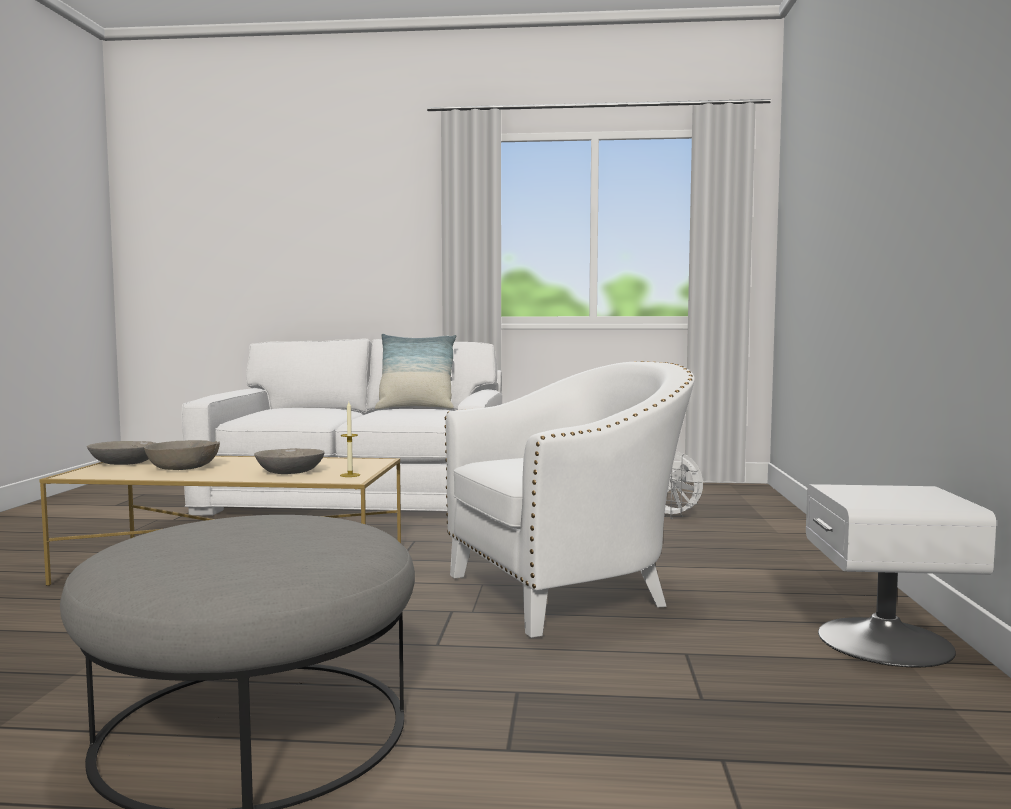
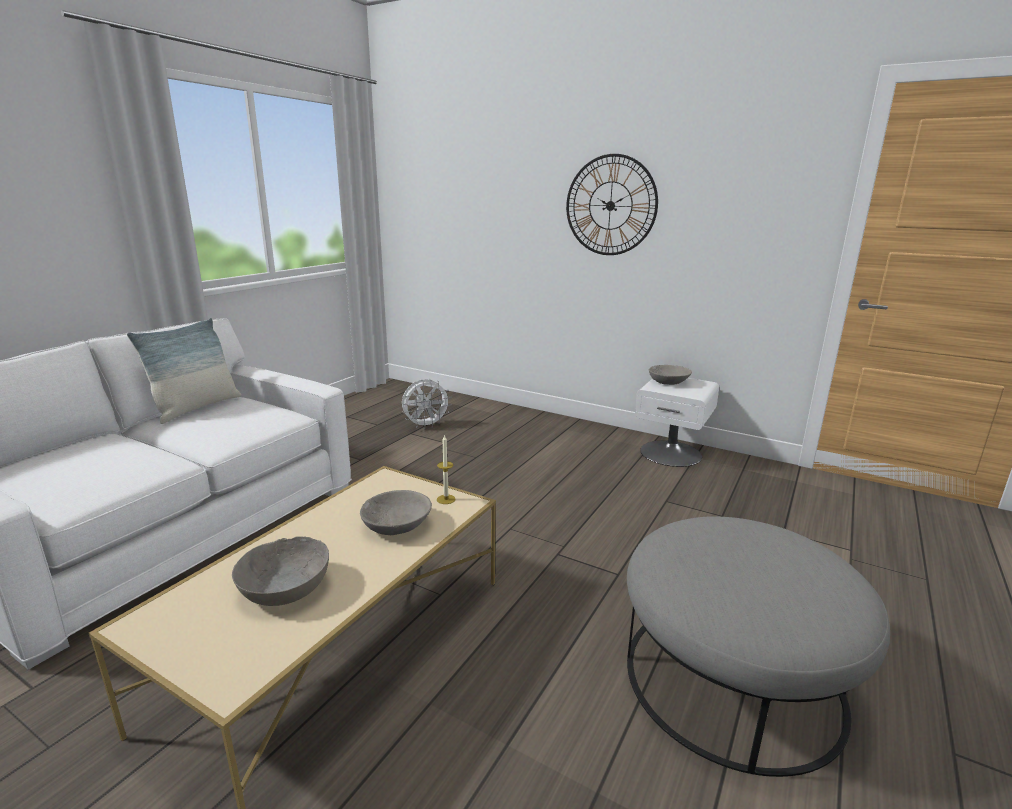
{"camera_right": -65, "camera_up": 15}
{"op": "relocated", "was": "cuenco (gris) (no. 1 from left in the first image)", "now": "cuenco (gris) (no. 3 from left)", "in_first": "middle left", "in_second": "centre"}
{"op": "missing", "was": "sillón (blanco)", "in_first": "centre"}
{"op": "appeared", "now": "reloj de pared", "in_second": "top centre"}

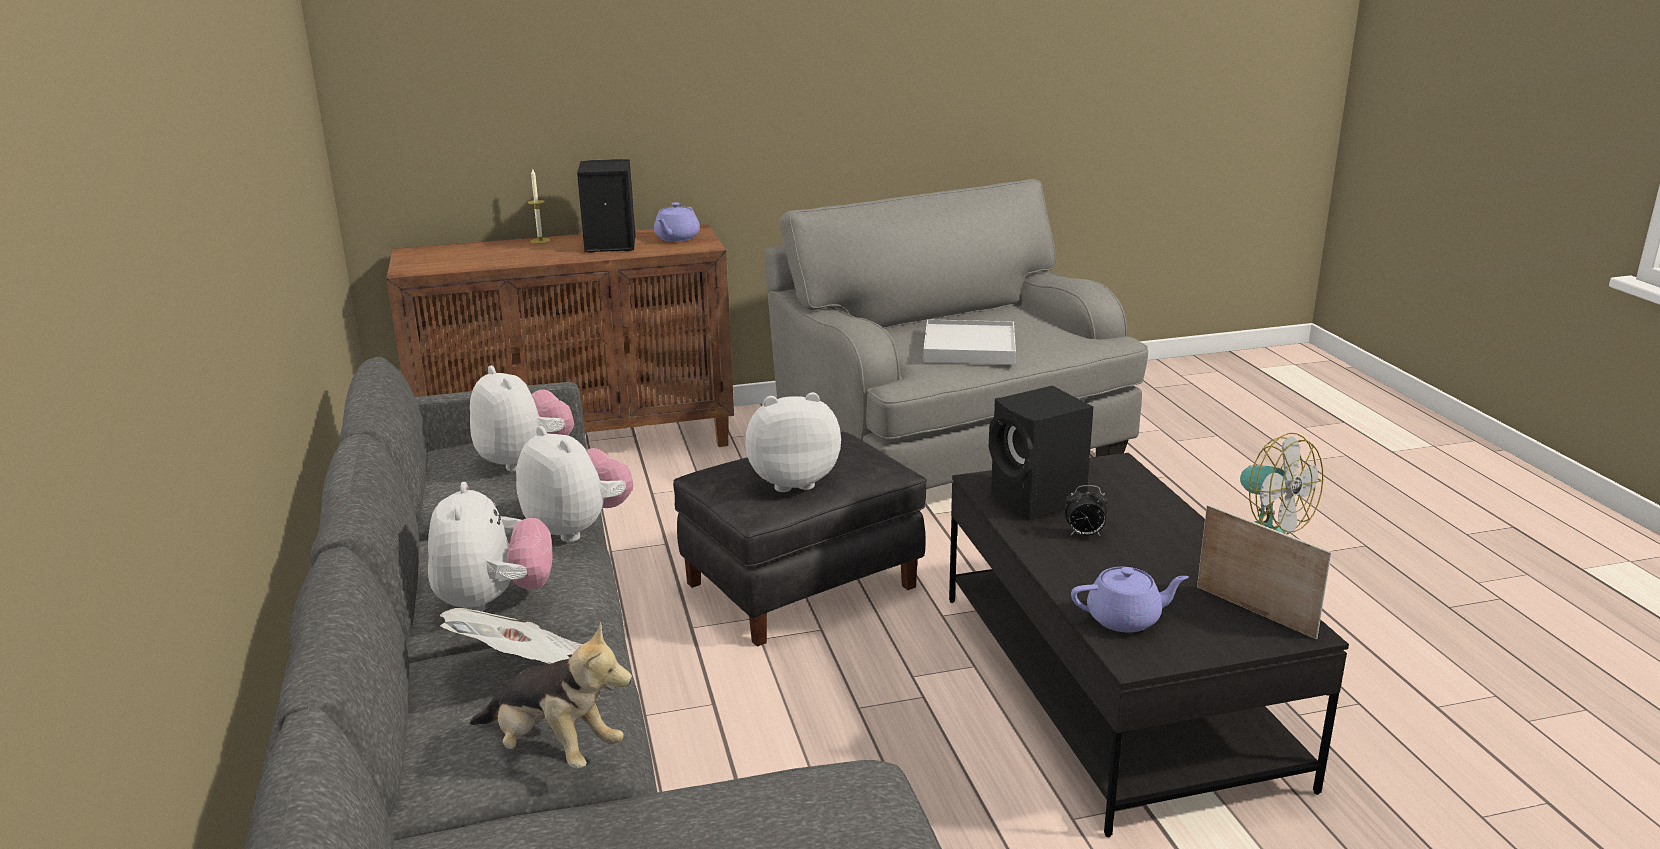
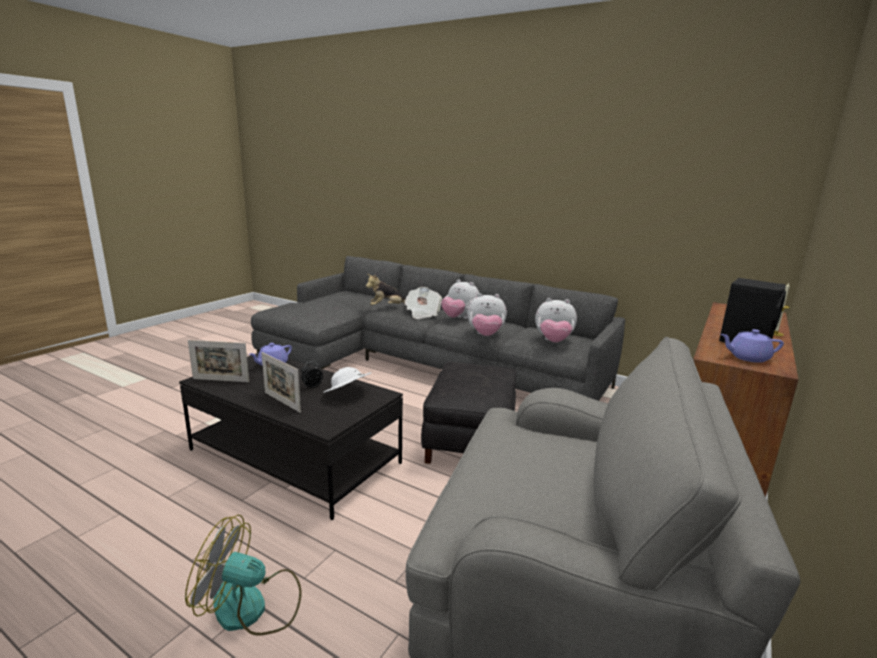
{"camera_right": 135, "camera_up": -5}
{"op": "spun", "was": "tetera (morado) (no. 1 from left in the first image)", "in_first": "top centre", "in_second": "middle right", "clockwise": -60}
{"op": "missing", "was": "peluche (no. 5 from left)", "in_first": "centre"}
{"op": "missing", "was": "bandeja (blanco)", "in_first": "centre"}
{"op": "exchanged", "was": "altavoz (negro) (no. 2 from left)", "now": "sombrero (blanco)", "in_first": "centre", "in_second": "centre"}
{"op": "appeared", "now": "portarretratos (no. 2 from left)", "in_second": "middle left"}

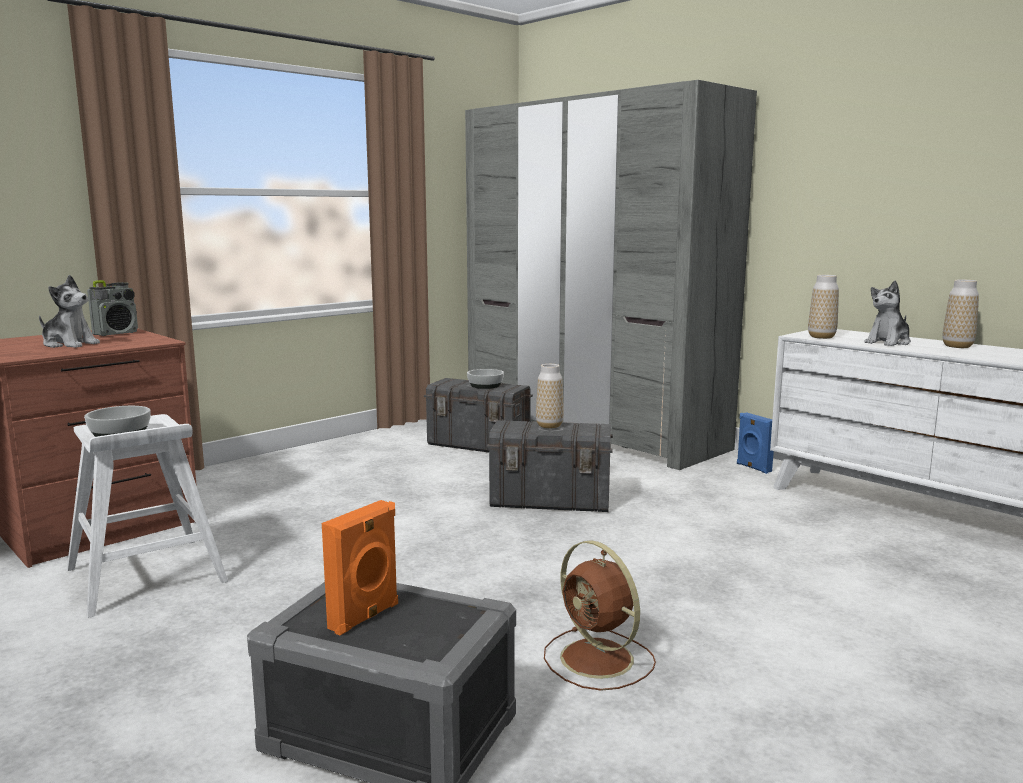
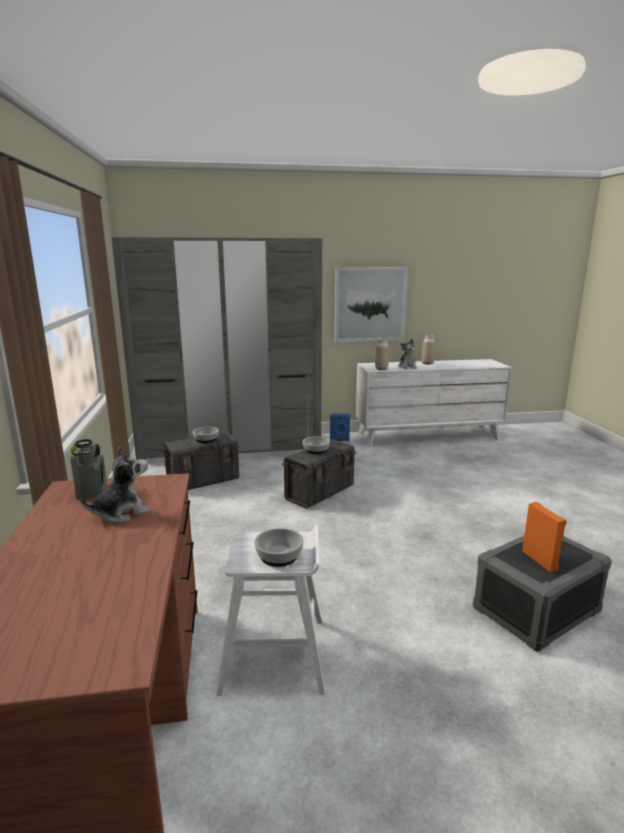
{"camera_right": -55, "camera_up": 5}
{"op": "exchanged", "was": "florero (no. 1 from left)", "now": "cuenco (no. 3 from left)", "in_first": "centre", "in_second": "centre"}
{"op": "missing", "was": "ventilador (marrón)", "in_first": "bottom centre"}
{"op": "appeared", "now": "cuadro", "in_second": "centre"}

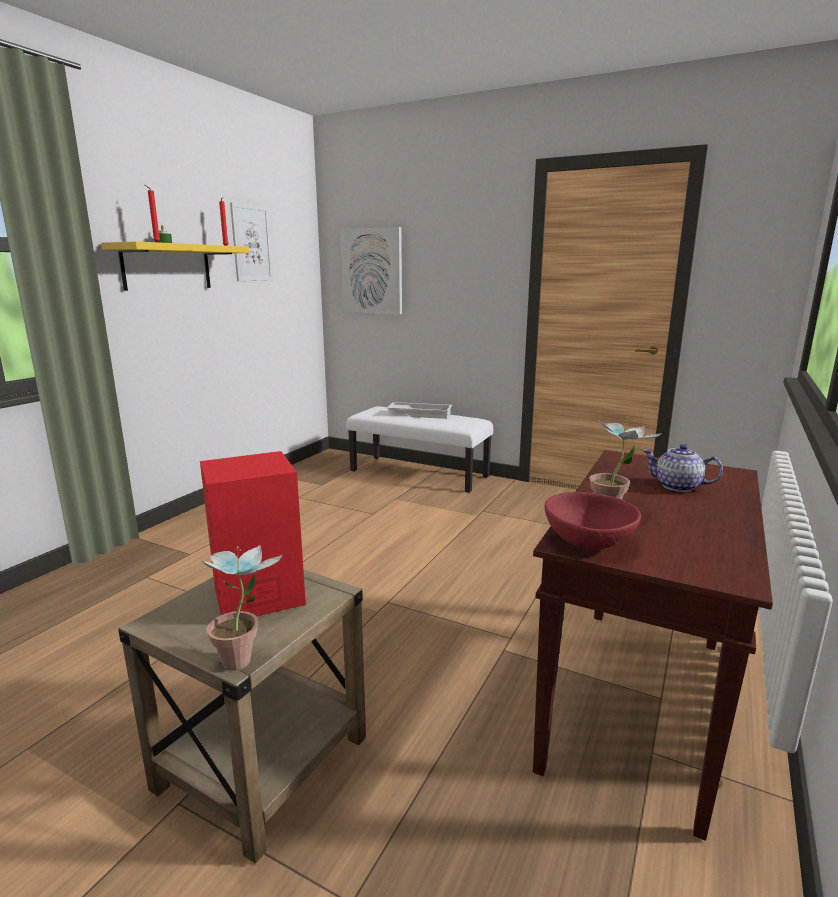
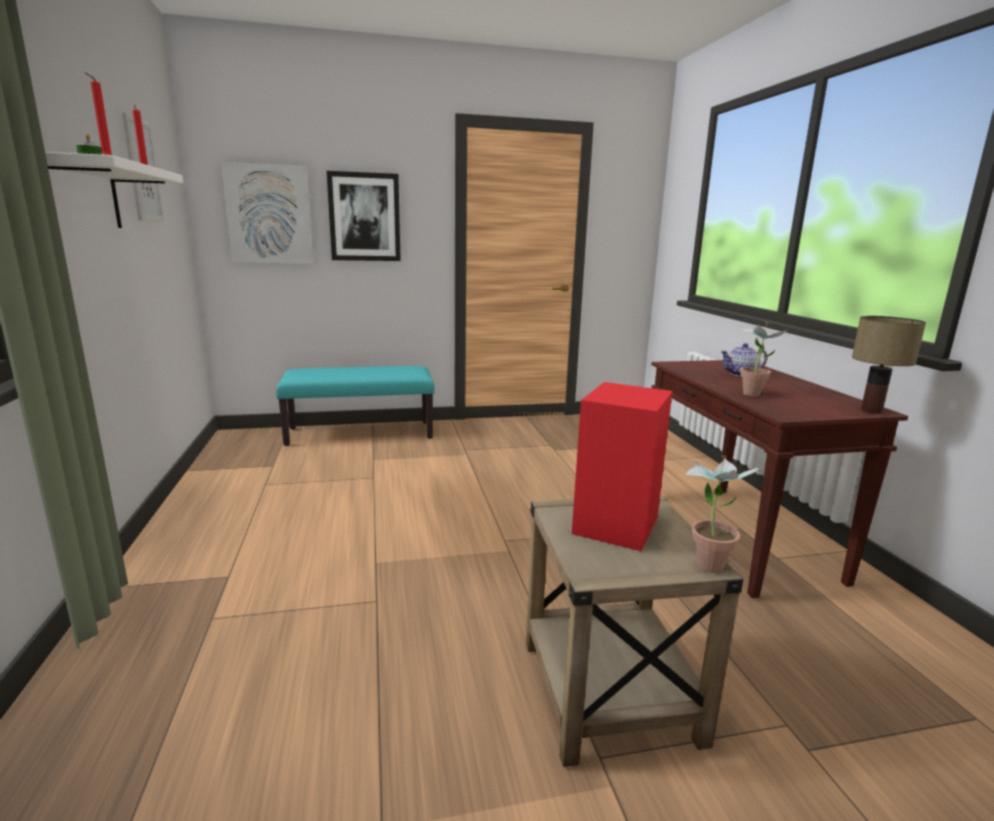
{"camera_right": -40, "camera_up": 0}
{"op": "colour", "was": "estante (amarillo)", "now": "estante (blanco)", "in_first": "top left", "in_second": "top left"}
{"op": "colour", "was": "banco (blanco)", "now": "banco (turquesa)", "in_first": "centre", "in_second": "centre"}
{"op": "missing", "was": "bandeja (blanco)", "in_first": "centre"}
{"op": "missing", "was": "cuenco (rojo)", "in_first": "middle right"}
{"op": "appeared", "now": "cuadro (no. 3 from left)", "in_second": "top centre"}
{"op": "appeared", "now": "lámpara de mesa", "in_second": "middle right"}

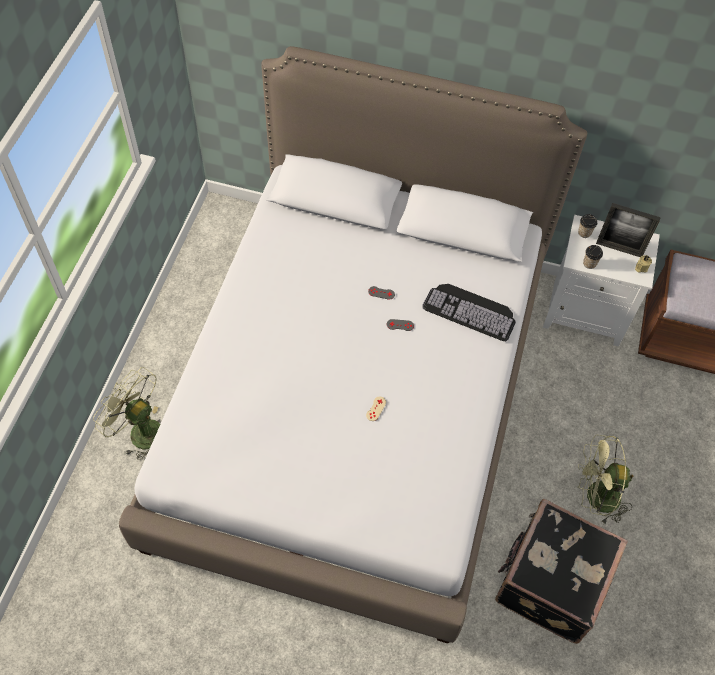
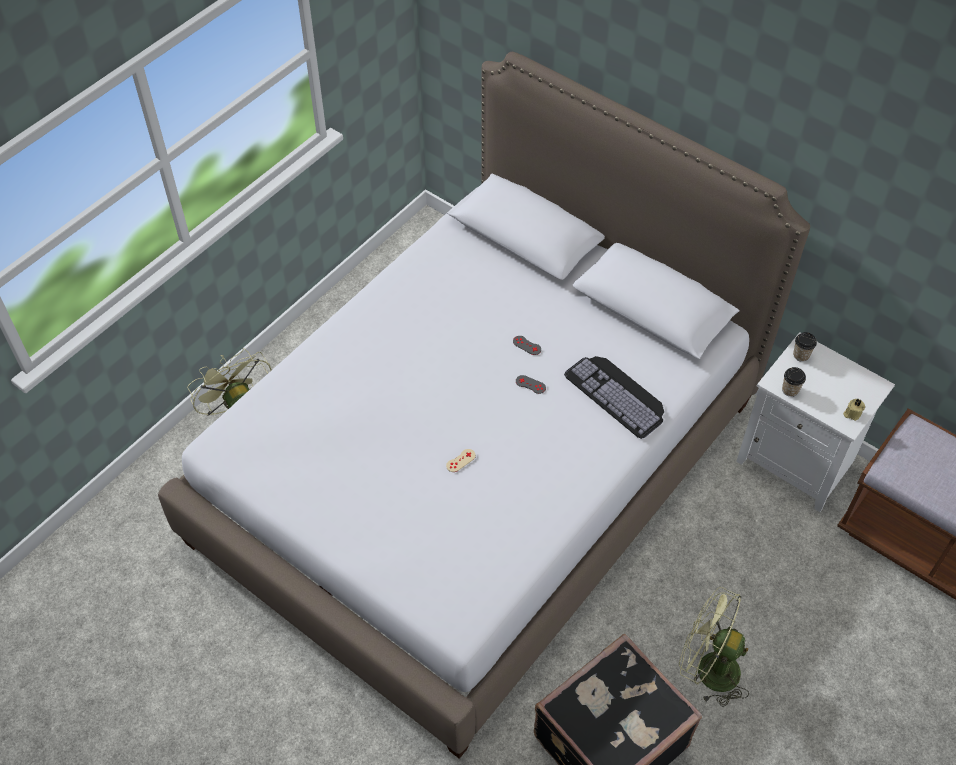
{"camera_right": 25, "camera_up": -5}
{"op": "missing", "was": "portarretratos", "in_first": "middle right"}

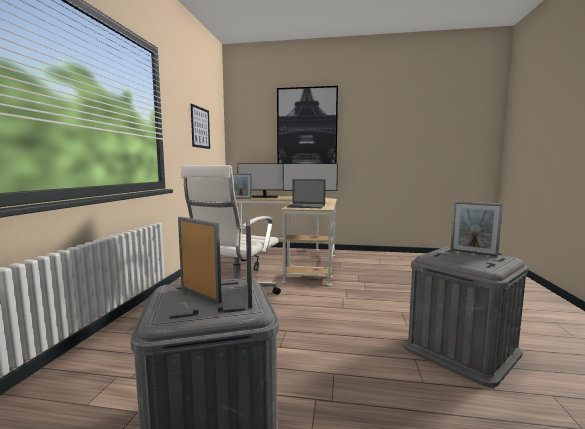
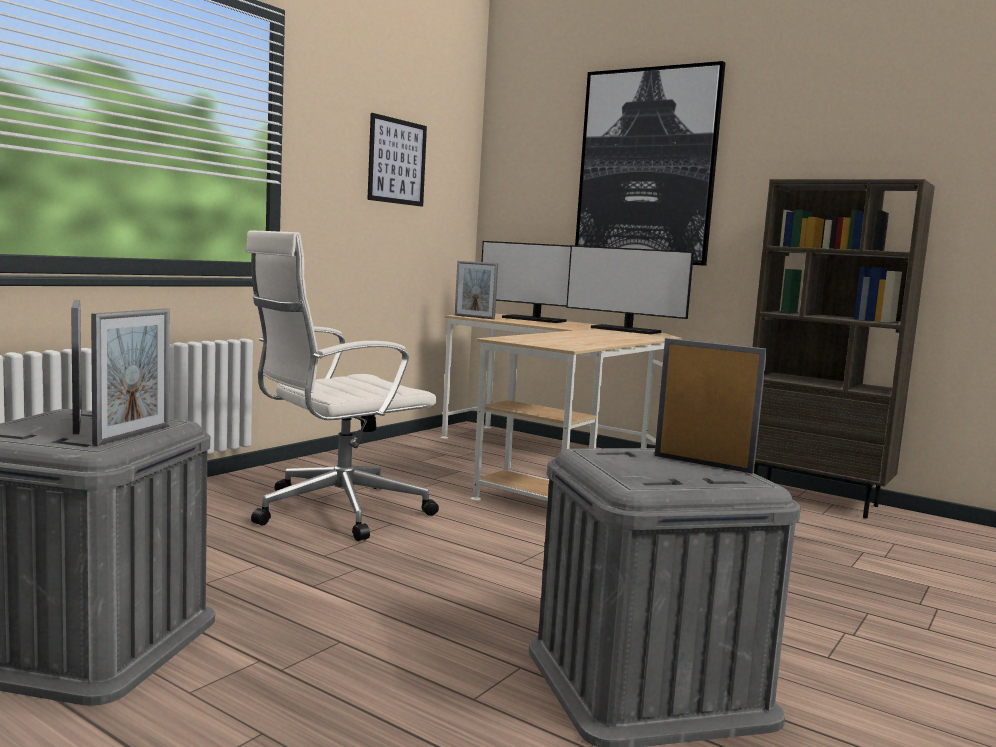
{"camera_right": 25, "camera_up": 0}
{"op": "missing", "was": "portátil", "in_first": "centre"}
{"op": "spun", "was": "portarretratos (no. 4 from left)", "in_first": "middle right", "in_second": "middle right", "clockwise": 150}
{"op": "appeared", "now": "estantería (marrón)", "in_second": "middle right"}

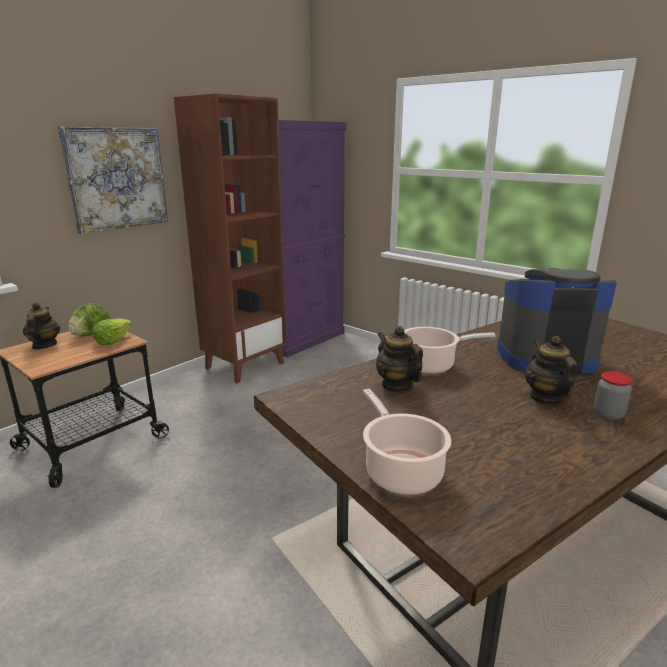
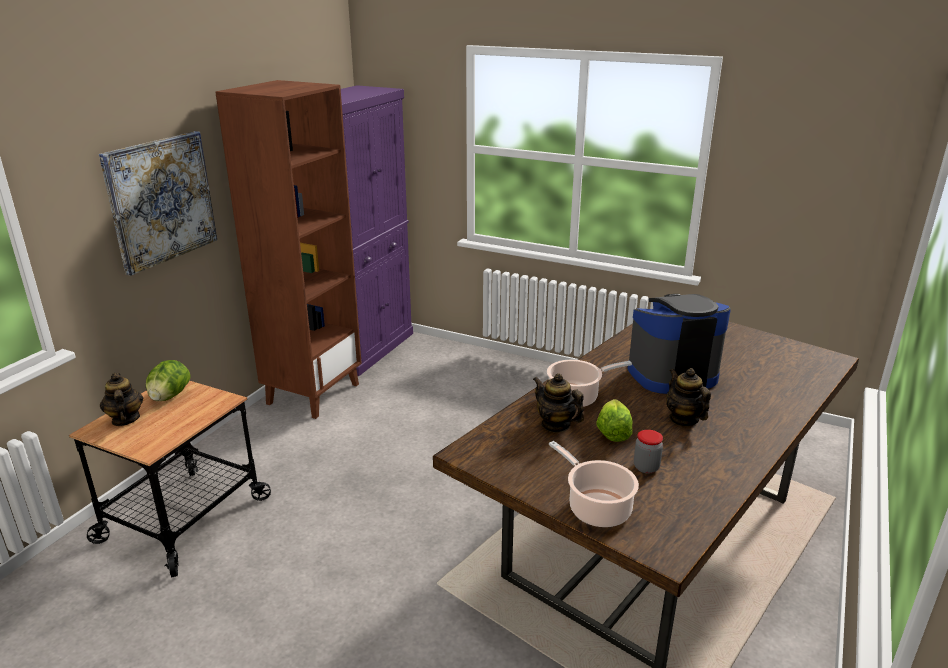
{"camera_right": -15, "camera_up": 5}
{"op": "relocated", "was": "lechuga (no. 2 from left)", "in_first": "middle left", "in_second": "centre"}
{"op": "relocated", "was": "tarro", "in_first": "middle right", "in_second": "bottom right"}

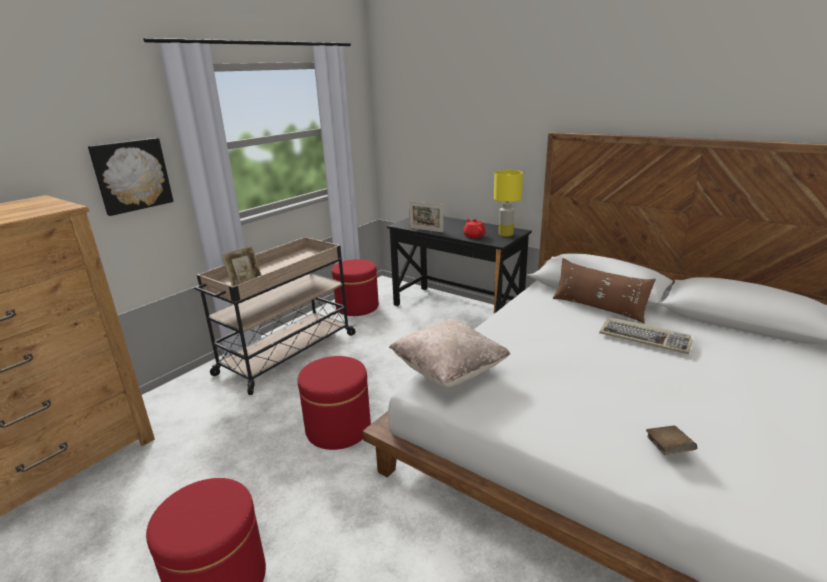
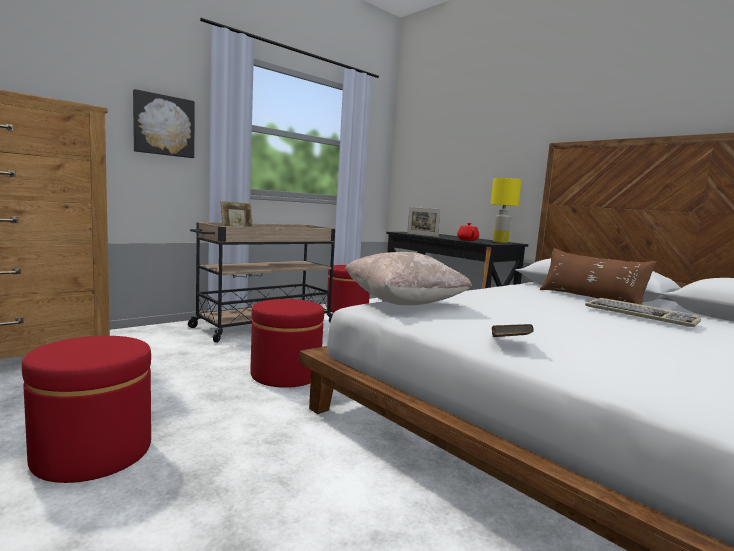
{"camera_right": 10, "camera_up": -15}
{"op": "relocated", "was": "libro (marrón)", "in_first": "bottom right", "in_second": "middle right"}

